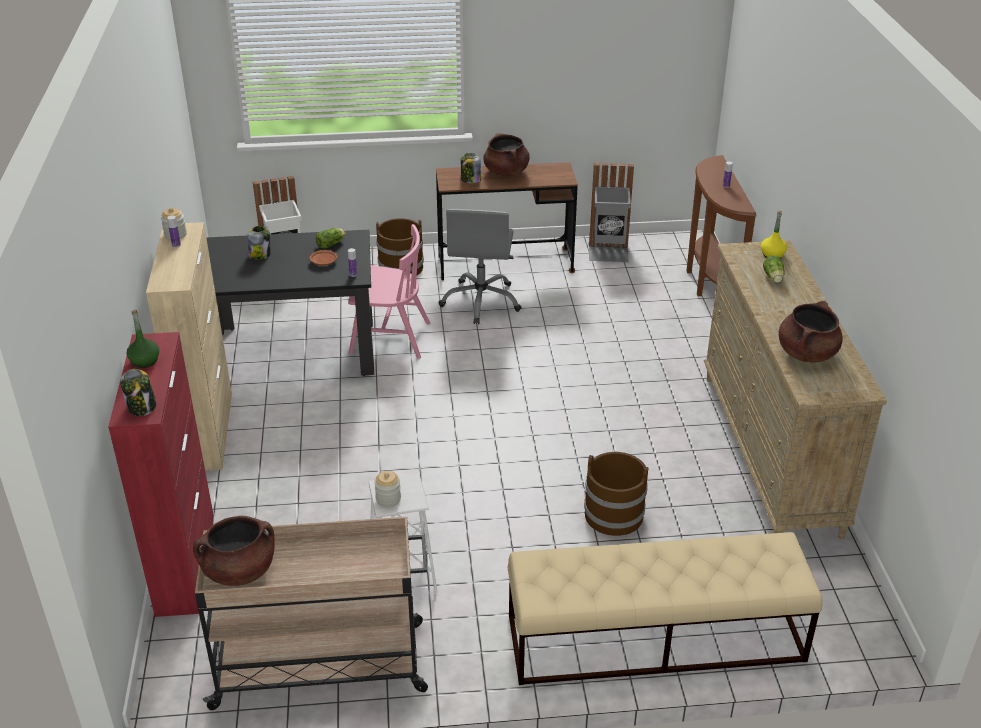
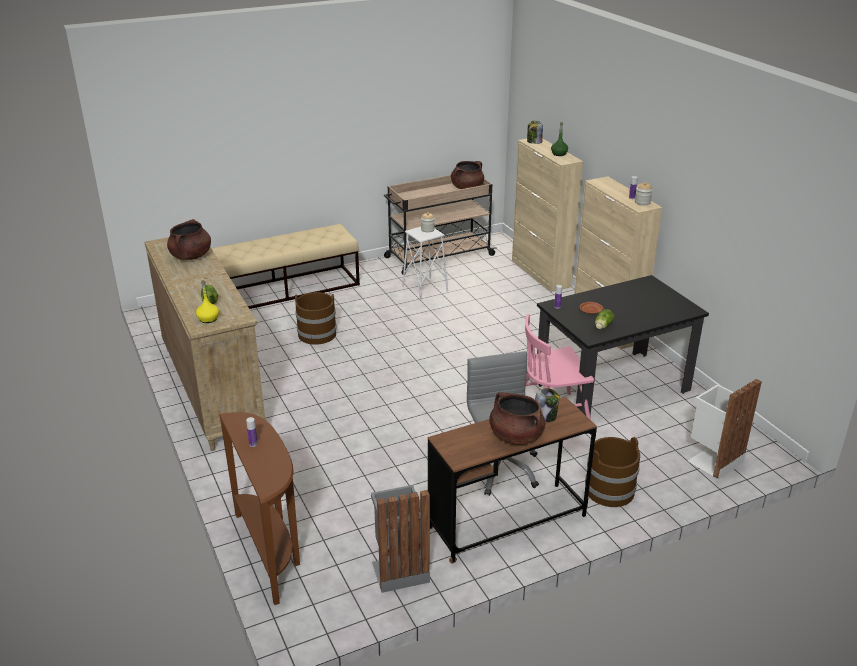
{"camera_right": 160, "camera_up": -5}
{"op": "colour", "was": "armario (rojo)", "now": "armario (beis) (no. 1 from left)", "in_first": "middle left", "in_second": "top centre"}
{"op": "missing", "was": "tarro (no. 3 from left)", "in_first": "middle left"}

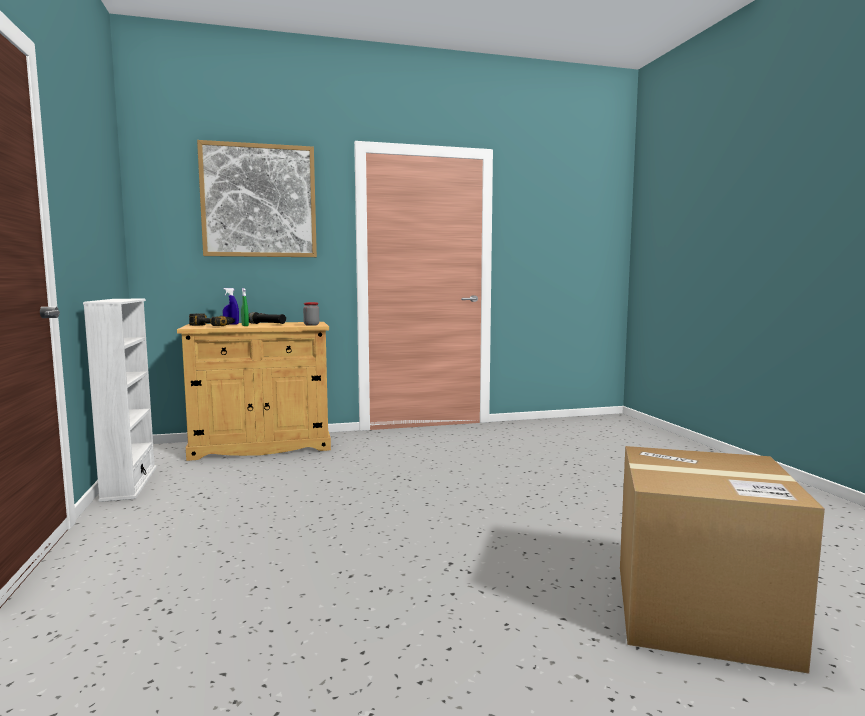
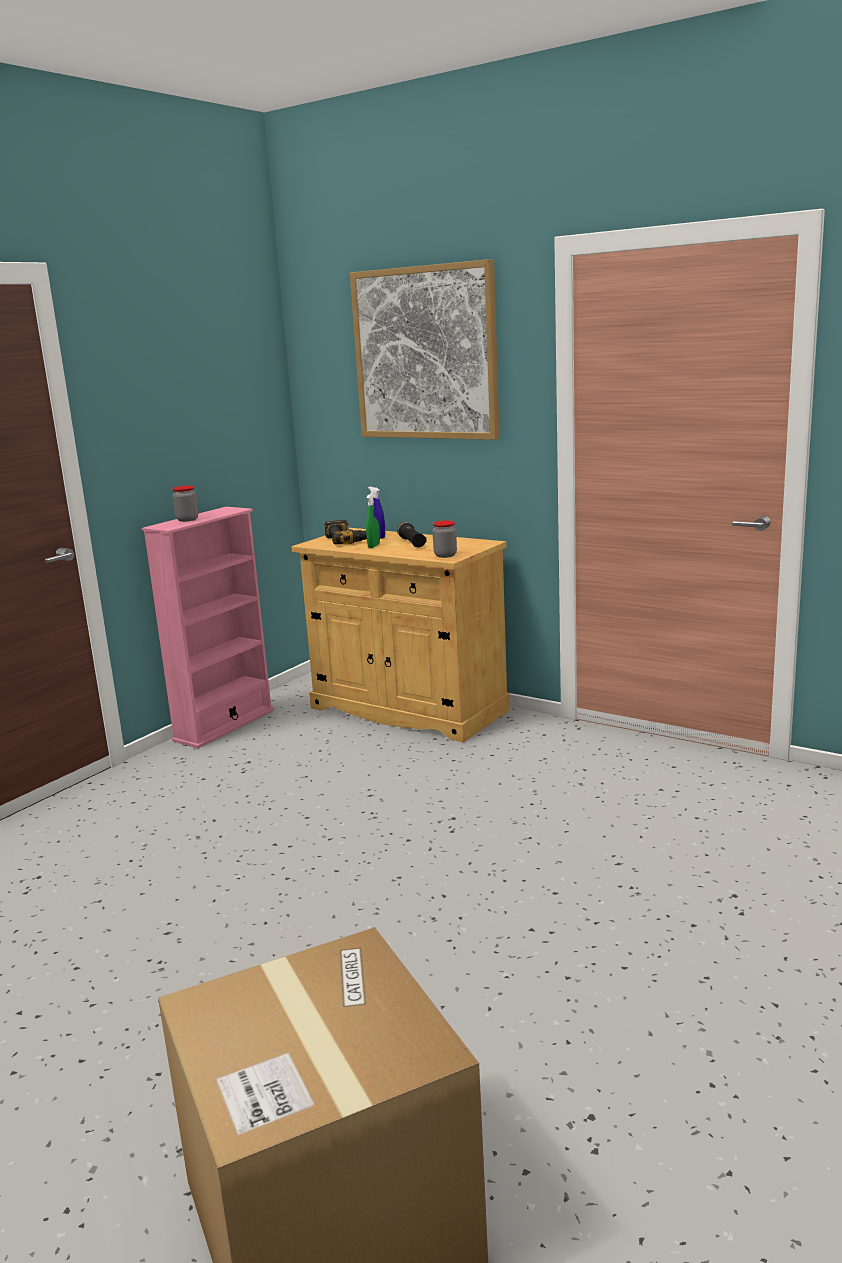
{"camera_right": 50, "camera_up": 10}
{"op": "colour", "was": "estantería (blanco)", "now": "estantería (rosa)", "in_first": "middle left", "in_second": "middle left"}
{"op": "appeared", "now": "tarro (no. 1 from left)", "in_second": "middle left"}

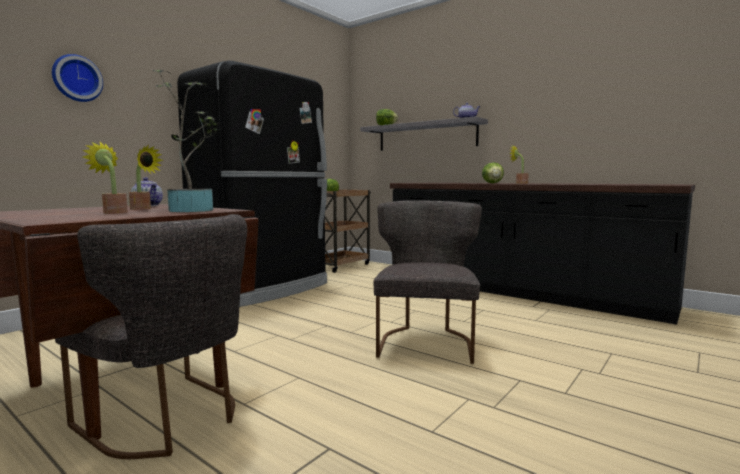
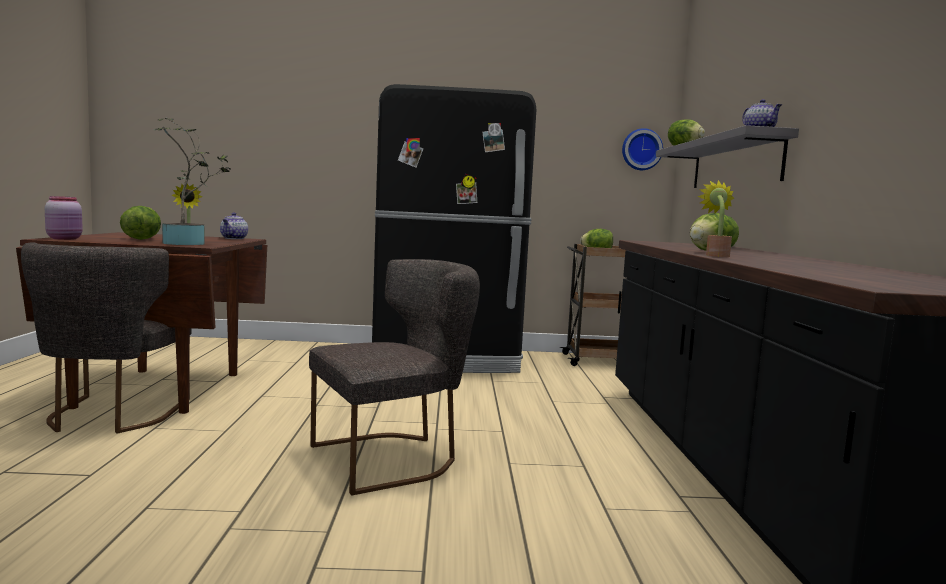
{"camera_right": 50, "camera_up": 0}
{"op": "relocated", "was": "reloj de pared", "in_first": "top left", "in_second": "top right"}
{"op": "exchanged", "was": "planta en maceta (no. 1 from left)", "now": "lechuga (no. 1 from left)", "in_first": "middle left", "in_second": "middle left"}
{"op": "appeared", "now": "tarro (rosa)", "in_second": "middle left"}

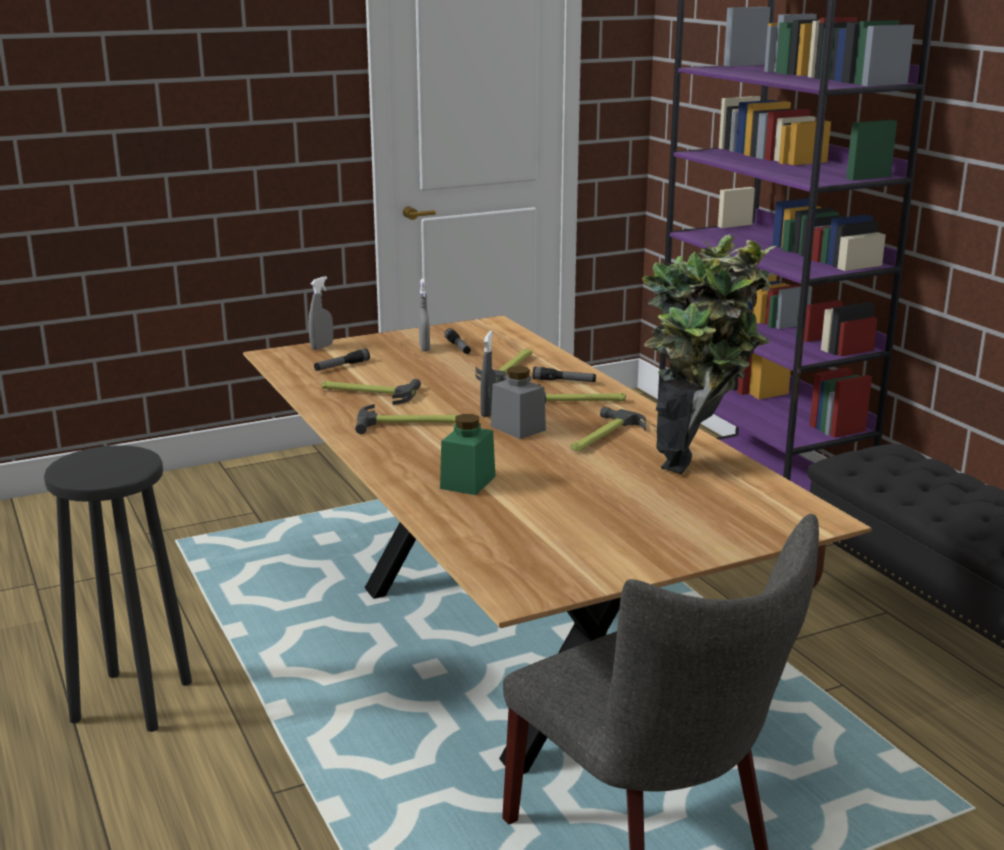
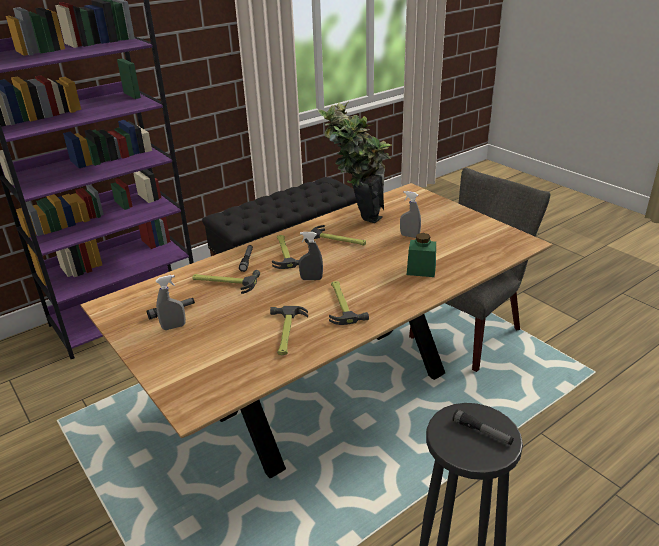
{"camera_right": -100, "camera_up": 10}
{"op": "relocated", "was": "pulverizador (gris) (no. 1 from left in the first image)", "now": "pulverizador (gris) (no. 3 from left)", "in_first": "middle left", "in_second": "centre"}
{"op": "relocated", "was": "linterna (no. 1 from left in the first image)", "now": "linterna (no. 3 from left)", "in_first": "centre", "in_second": "bottom right"}
{"op": "missing", "was": "tarro (gris)", "in_first": "centre"}

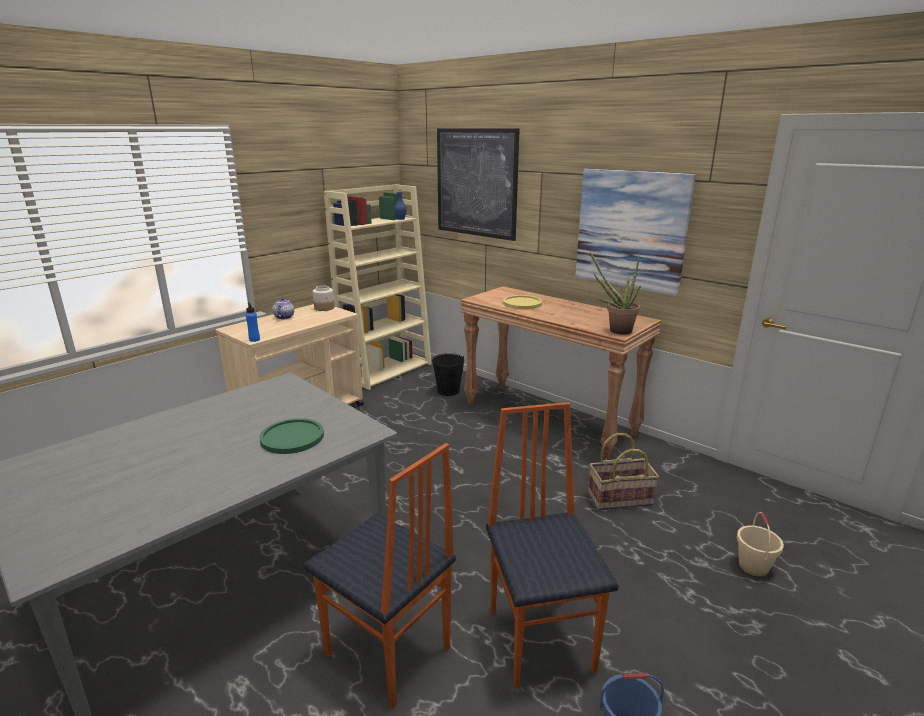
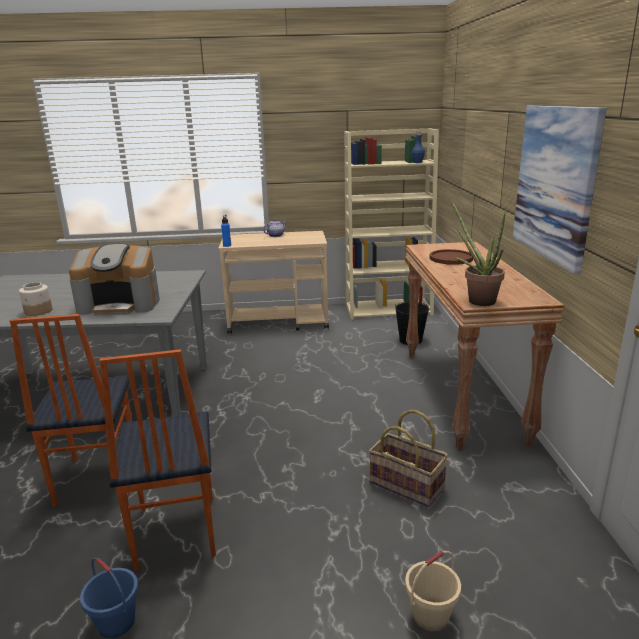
{"camera_right": 45, "camera_up": 0}
{"op": "exchanged", "was": "plato (verde)", "now": "cafetera", "in_first": "middle left", "in_second": "middle left"}
{"op": "relocated", "was": "tarro", "in_first": "centre", "in_second": "middle left"}
{"op": "missing", "was": "cuadro (no. 1 from left)", "in_first": "top centre"}
{"op": "spun", "was": "silla (no. 2 from left)", "in_first": "bottom centre", "in_second": "bottom left", "clockwise": 135}
{"op": "colour", "was": "plato (amarillo)", "now": "plato (marrón)", "in_first": "centre", "in_second": "middle right"}

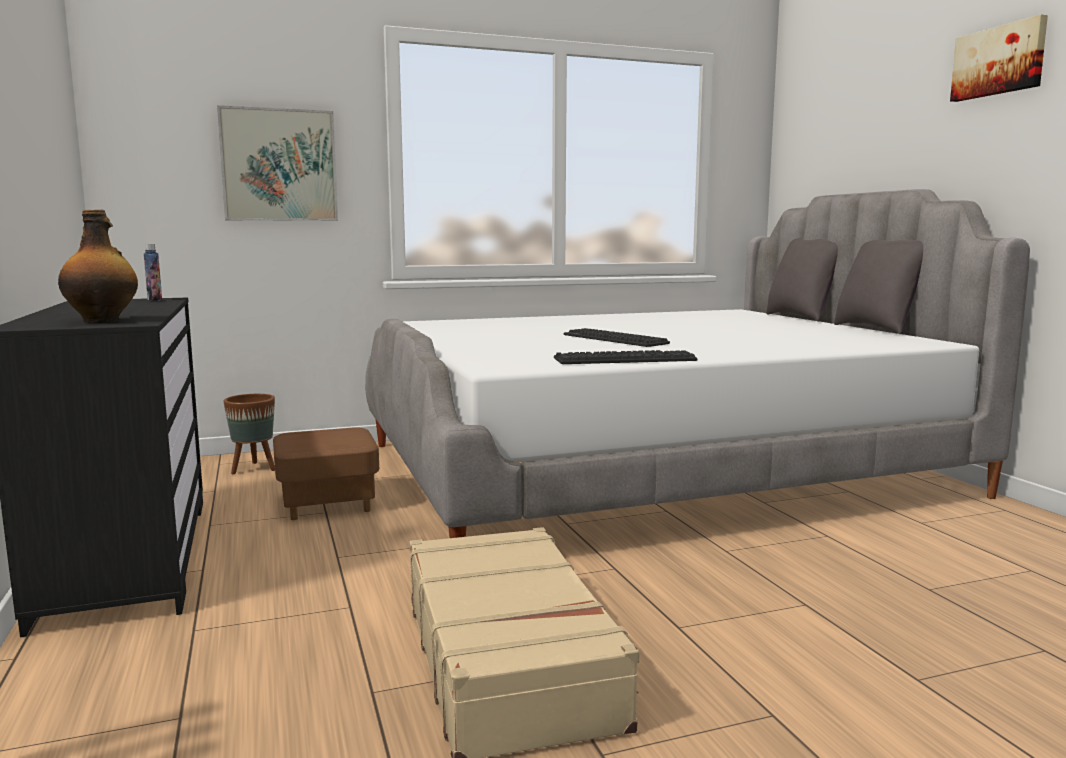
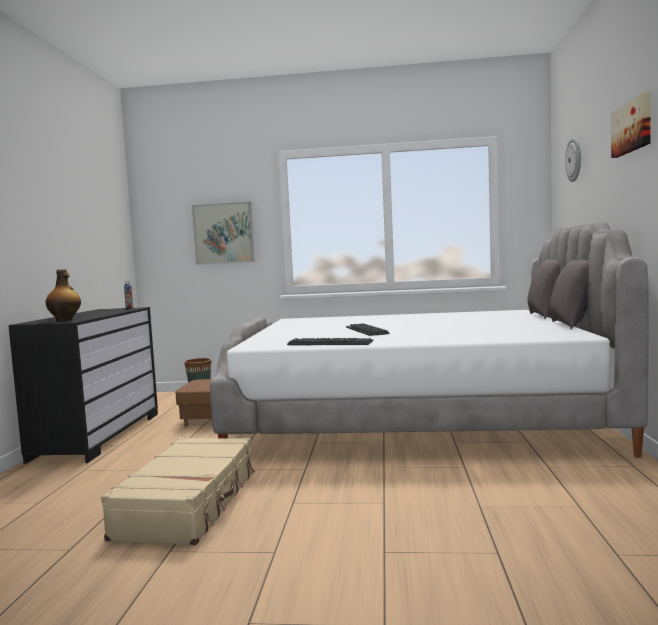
{"camera_right": 25, "camera_up": -5}
{"op": "appeared", "now": "reloj de pared", "in_second": "top right"}

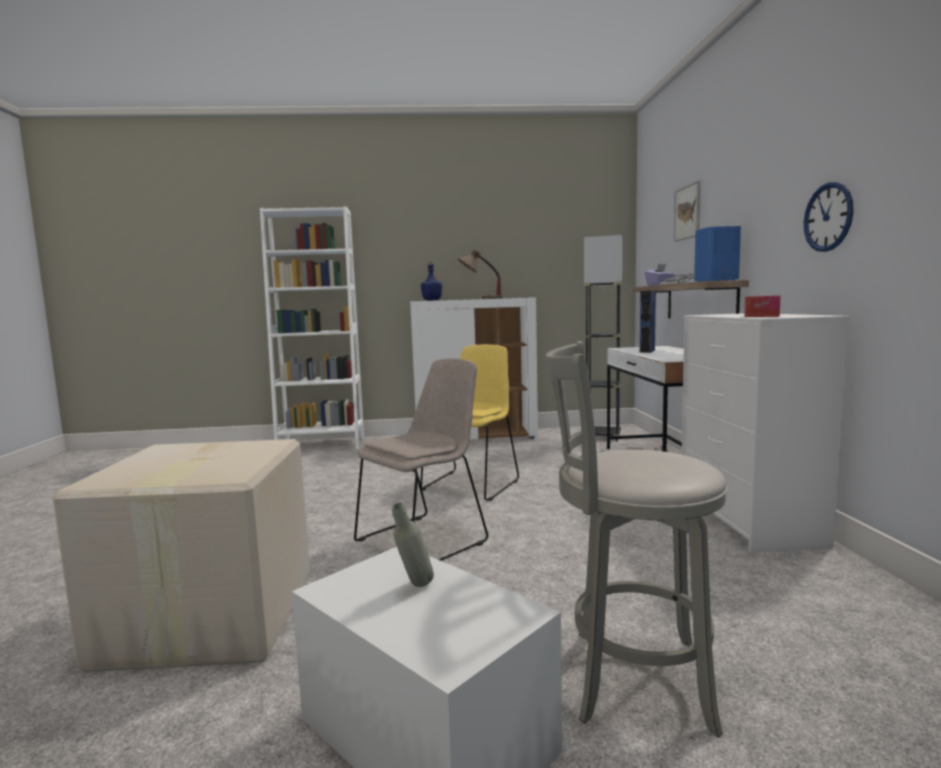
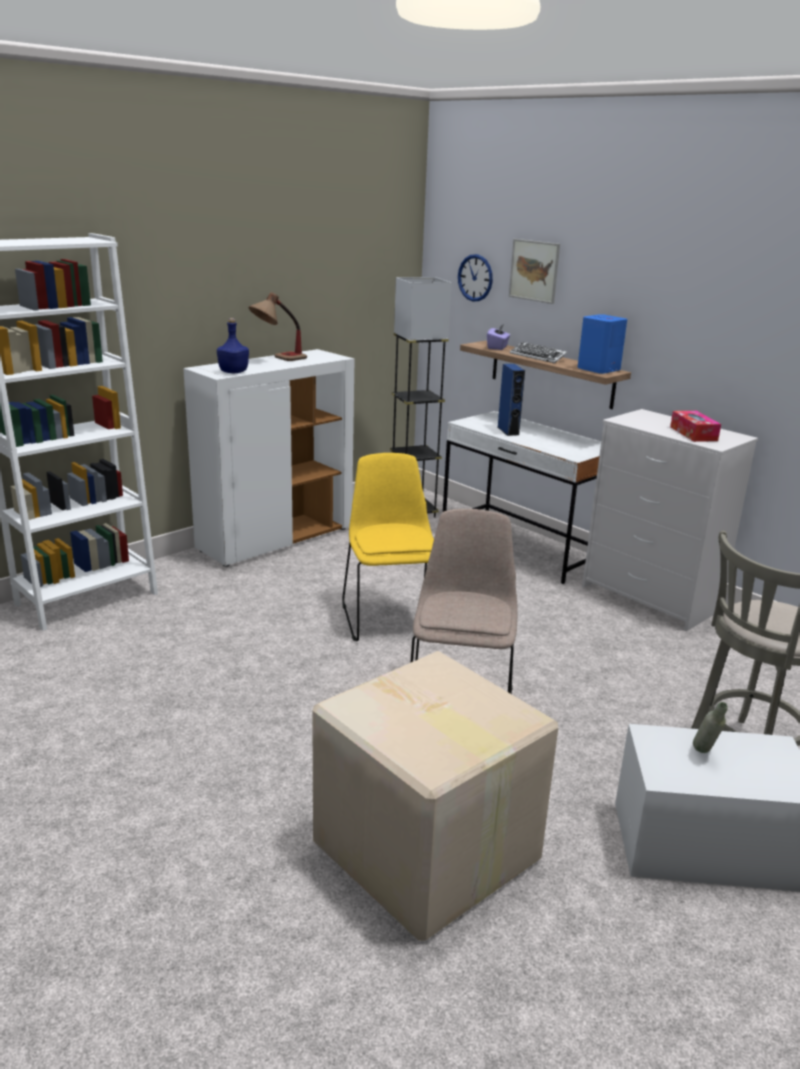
{"camera_right": -40, "camera_up": 15}
{"op": "relocated", "was": "reloj de pared", "in_first": "top right", "in_second": "top centre"}

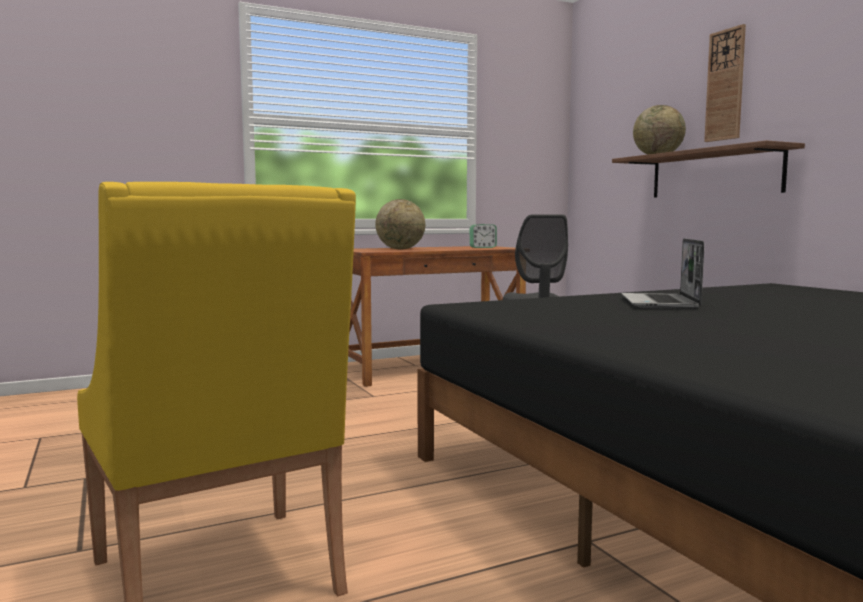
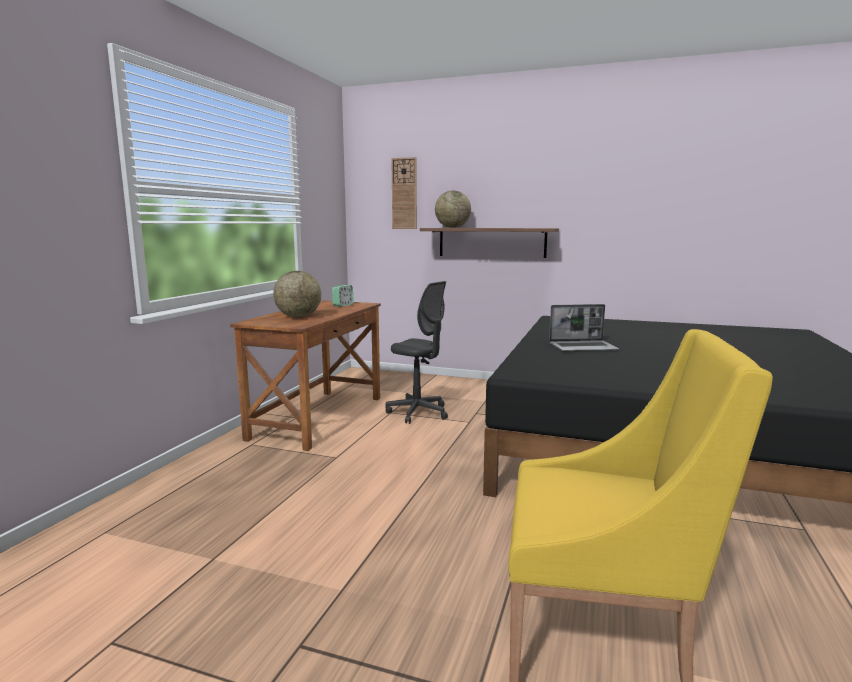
{"camera_right": -45, "camera_up": 5}
{"op": "spun", "was": "portátil", "in_first": "middle right", "in_second": "middle right", "clockwise": -60}
{"op": "relocated", "was": "reloj de pared", "in_first": "top right", "in_second": "top centre"}

